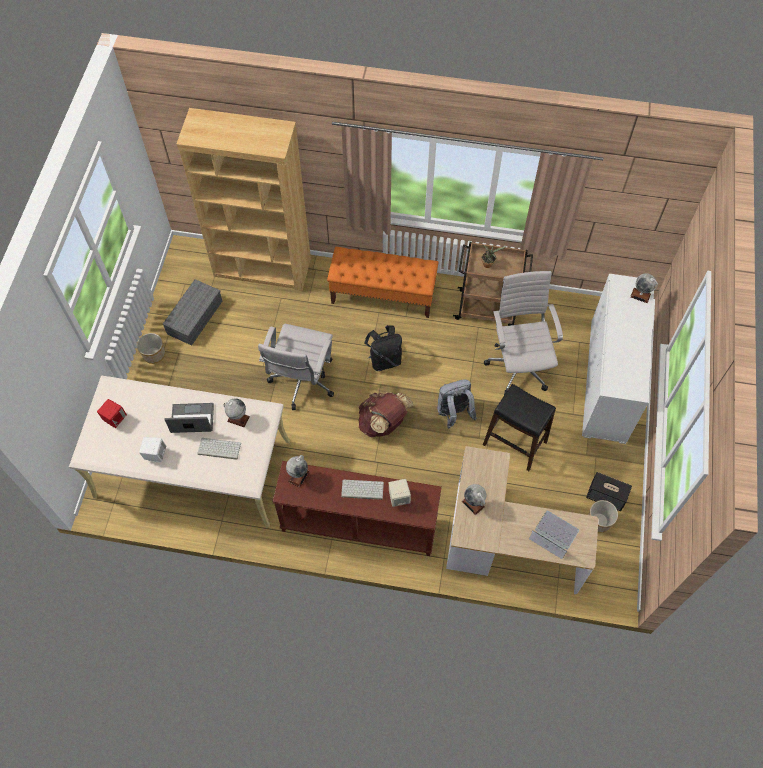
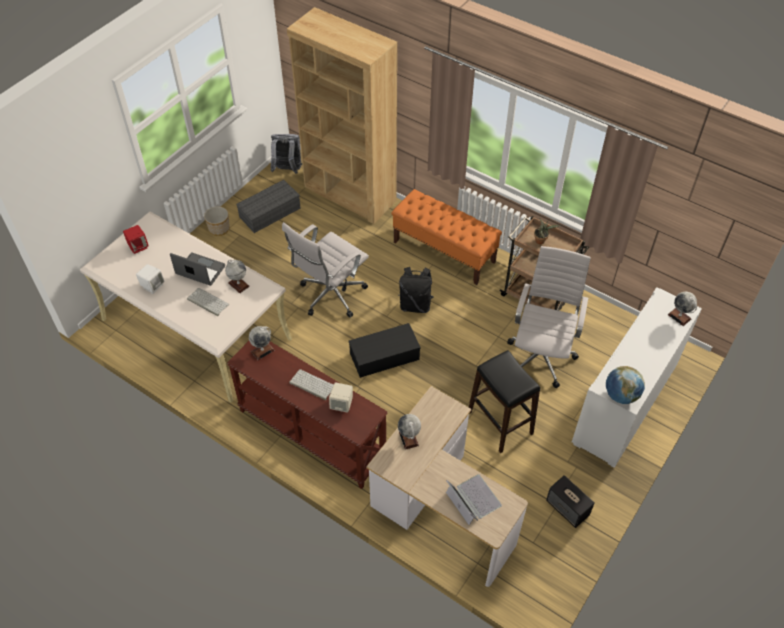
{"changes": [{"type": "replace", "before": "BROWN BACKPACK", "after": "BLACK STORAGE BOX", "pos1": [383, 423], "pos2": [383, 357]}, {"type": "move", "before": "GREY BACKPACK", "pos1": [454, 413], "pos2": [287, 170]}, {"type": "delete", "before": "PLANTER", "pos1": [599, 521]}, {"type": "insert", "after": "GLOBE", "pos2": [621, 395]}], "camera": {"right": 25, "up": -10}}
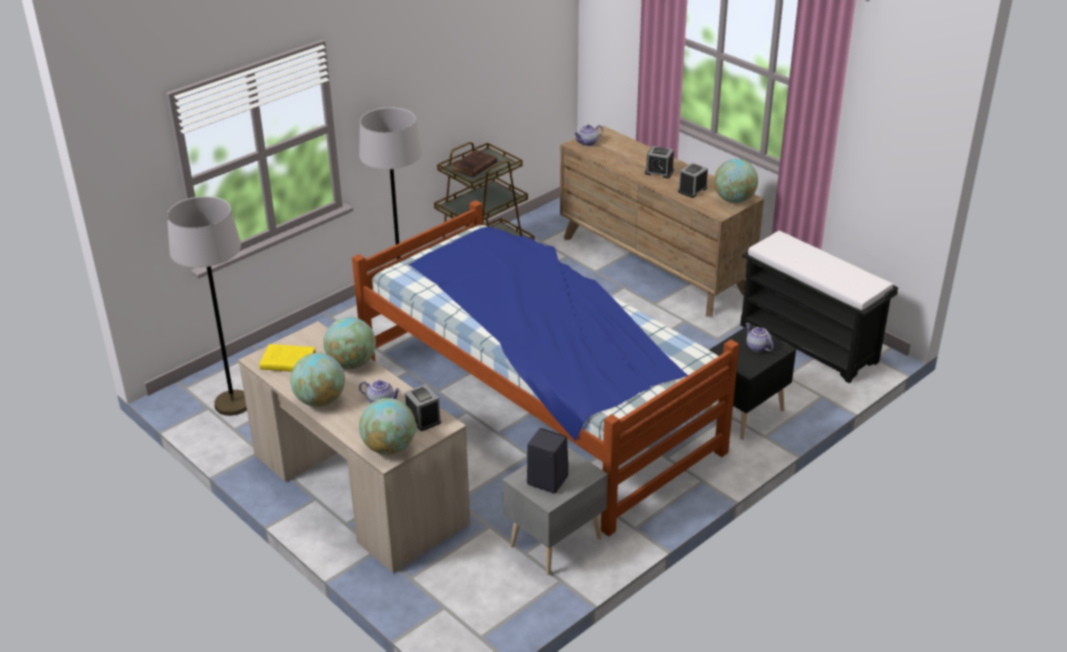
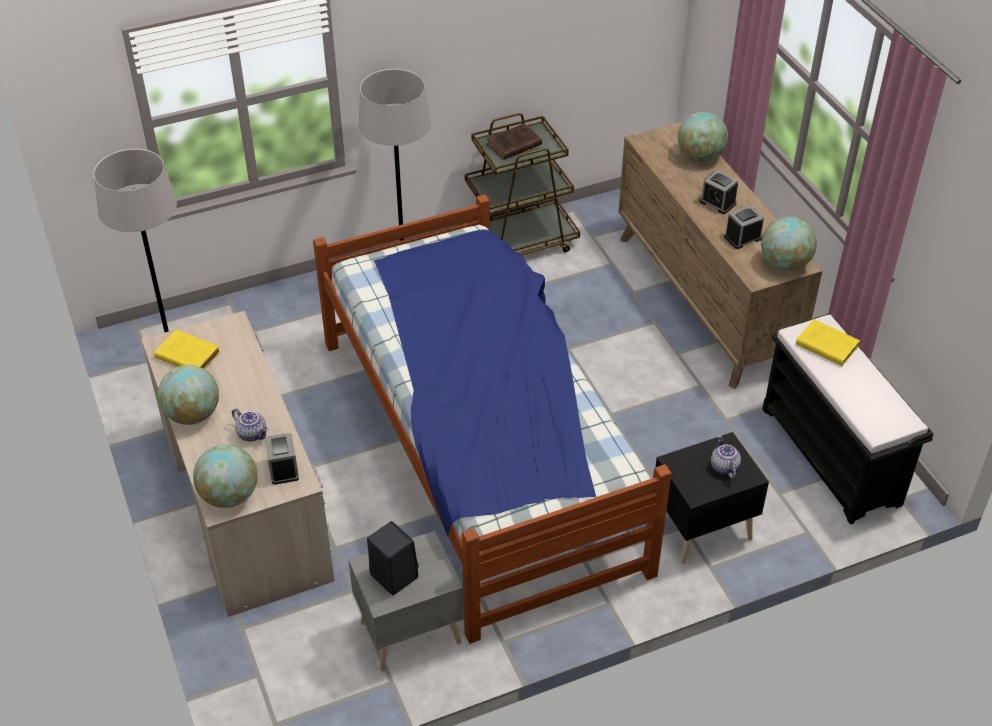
{"changes": [{"type": "move", "before": "GLOBE", "pos1": [352, 363], "pos2": [700, 157]}, {"type": "delete", "before": "TEAPOT", "pos1": [588, 143]}, {"type": "insert", "after": "YELLOW BOOK", "pos2": [825, 345]}], "camera": {"right": 20, "up": 10}}
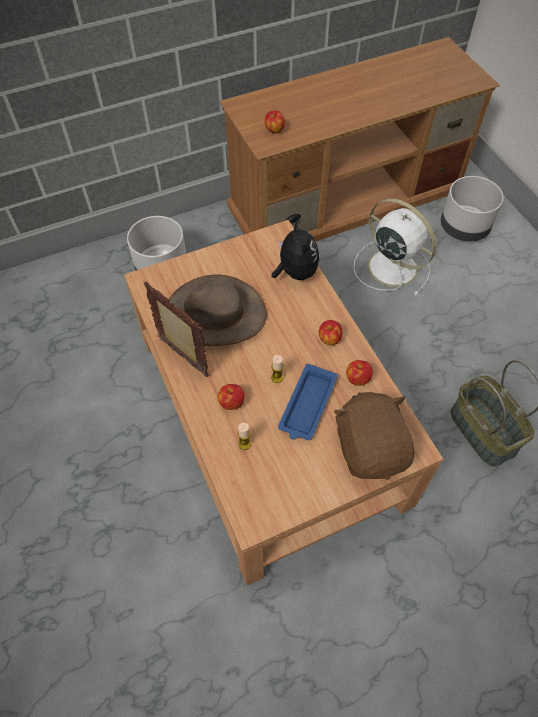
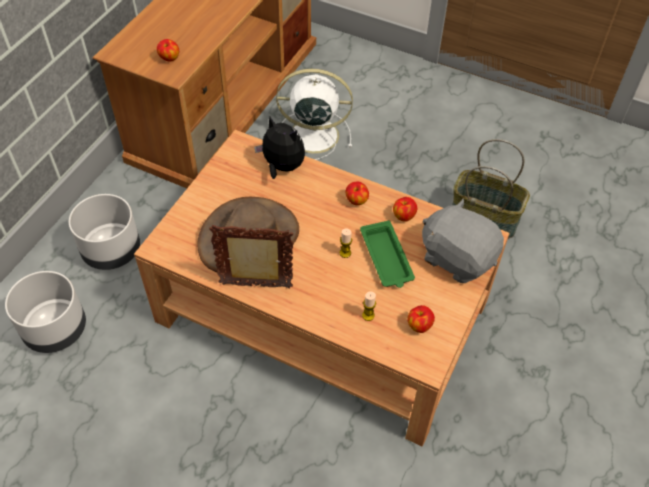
{"changes": [{"type": "move", "before": "APPLE", "pos1": [231, 402], "pos2": [419, 325]}, {"type": "recolor", "before": "BLUE TRAY", "after": "GREEN TRAY", "pos1": [307, 406], "pos2": [386, 258]}, {"type": "recolor", "before": "BROWN PLUSH TOY", "after": "GREY PLUSH TOY", "pos1": [370, 448], "pos2": [457, 257]}, {"type": "move", "before": "GREY PLANTER", "pos1": [463, 228], "pos2": [55, 329]}], "camera": {"right": -40, "up": -5}}
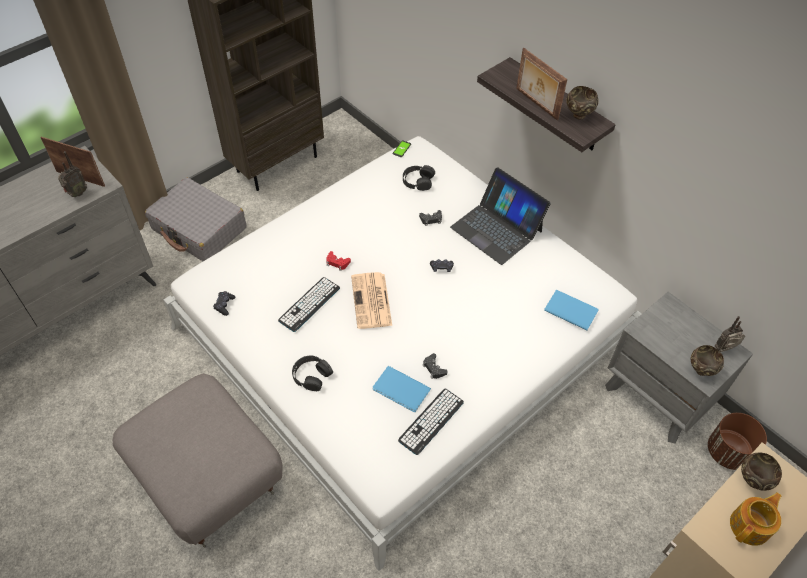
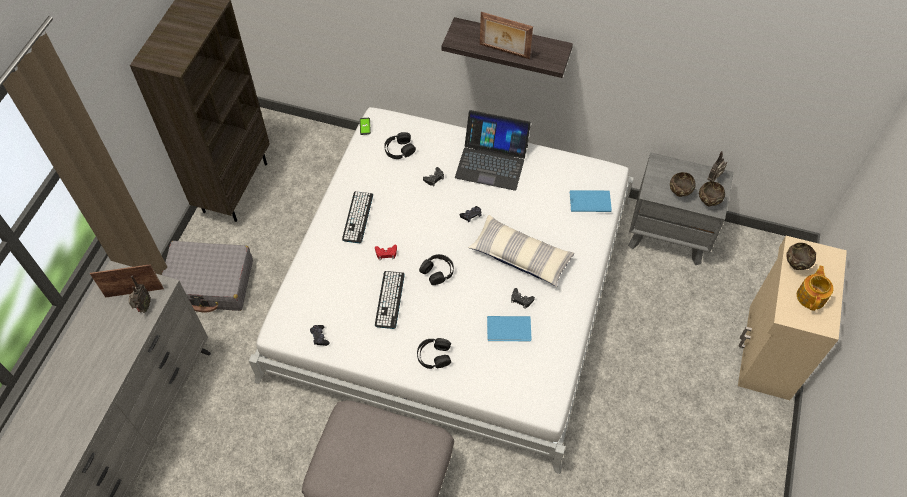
{"changes": [{"type": "replace", "before": "NEWSPAPER", "after": "BLACK HEADPHONES", "pos1": [372, 301], "pos2": [437, 271]}, {"type": "move", "before": "KEYBOARD", "pos1": [431, 421], "pos2": [358, 217]}, {"type": "move", "before": "BROWN BOWL", "pos1": [578, 115], "pos2": [679, 193]}, {"type": "delete", "before": "BROWN PLANTER", "pos1": [728, 452]}, {"type": "insert", "after": "PILLOW", "pos2": [520, 256]}], "camera": {"right": -30, "up": 5}}
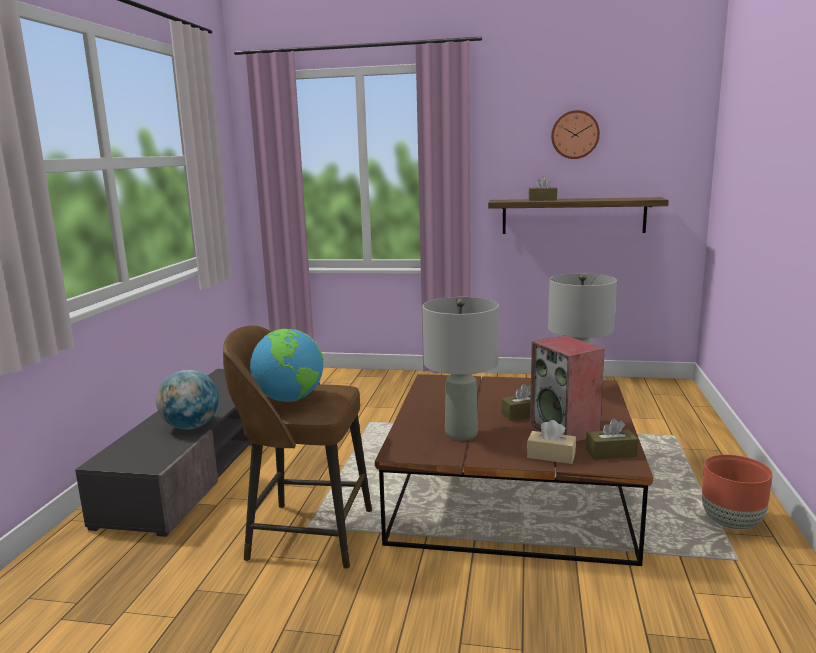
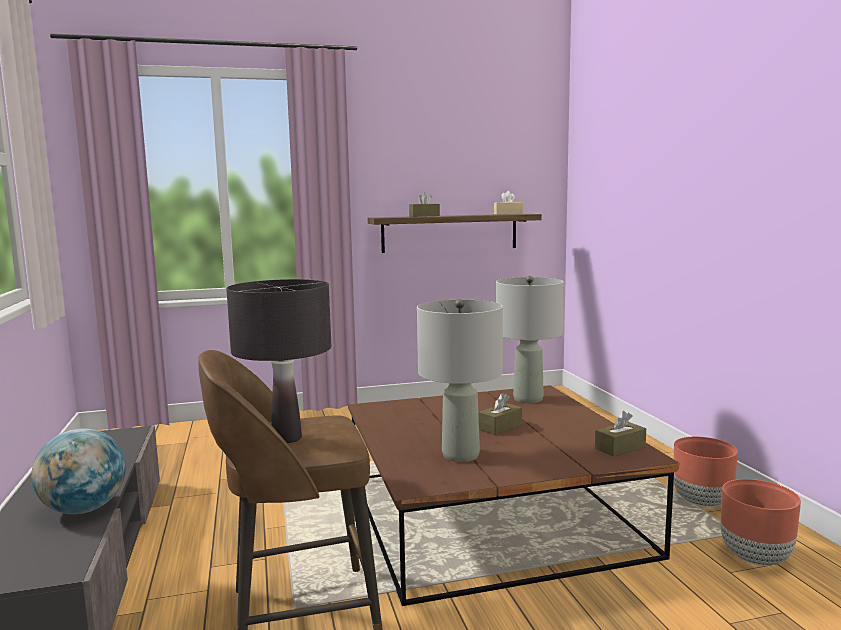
{"changes": [{"type": "replace", "before": "GLOBE", "after": "BLACK TABLE LAMP", "pos1": [290, 399], "pos2": [287, 438]}, {"type": "move", "before": "BEIGE TISSUE BOX", "pos1": [551, 456], "pos2": [508, 214]}, {"type": "delete", "before": "SPEAKER", "pos1": [565, 430]}, {"type": "delete", "before": "WALL CLOCK", "pos1": [575, 134]}, {"type": "insert", "after": "BROWN PLANTER", "pos2": [755, 557]}], "camera": {"right": -25, "up": -5}}
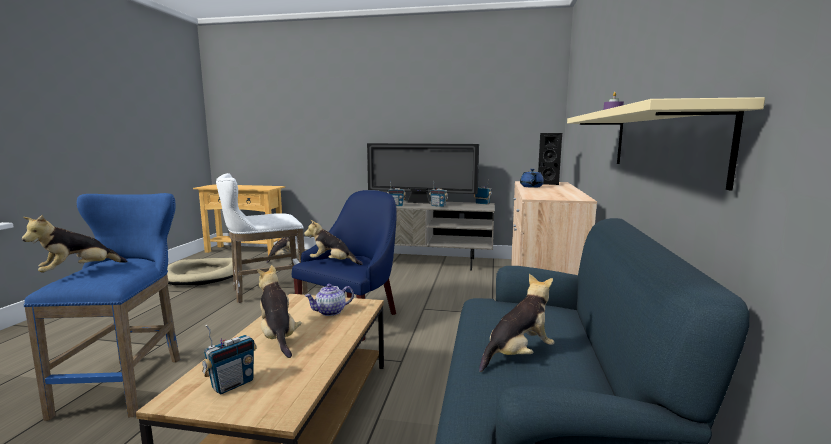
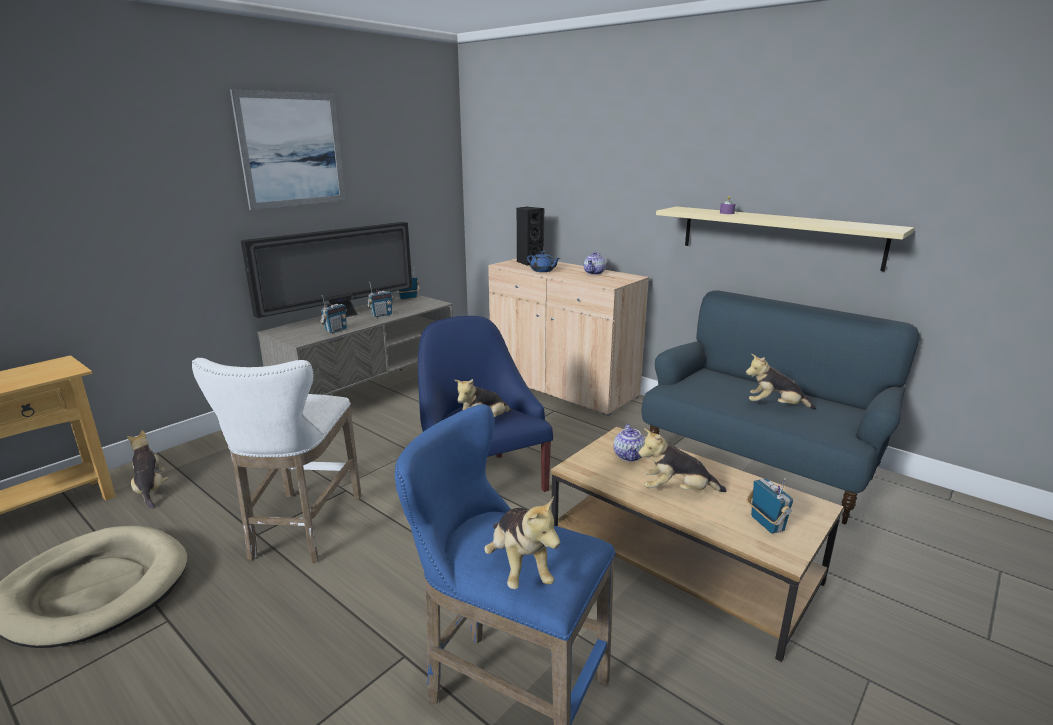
{"changes": [{"type": "rotate", "before": "PLUSH TOY", "pos1": [518, 355], "pos2": [775, 406], "turn": -75}, {"type": "insert", "after": "PICTURE", "pos2": [292, 150]}, {"type": "insert", "after": "TEAPOT", "pos2": [594, 273]}], "camera": {"right": -60, "up": 10}}
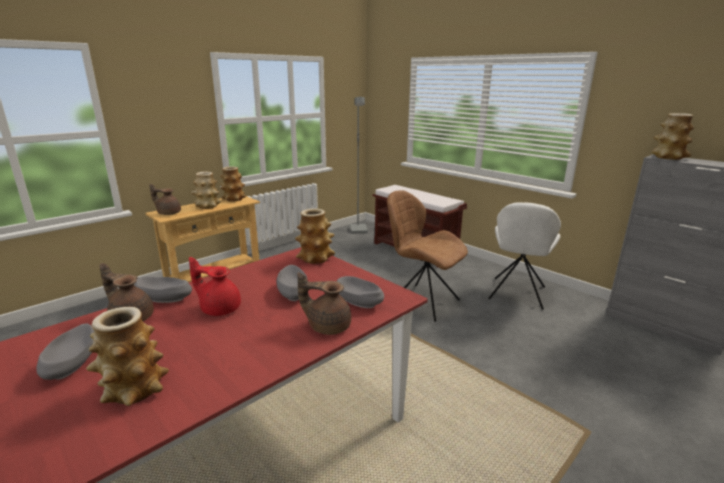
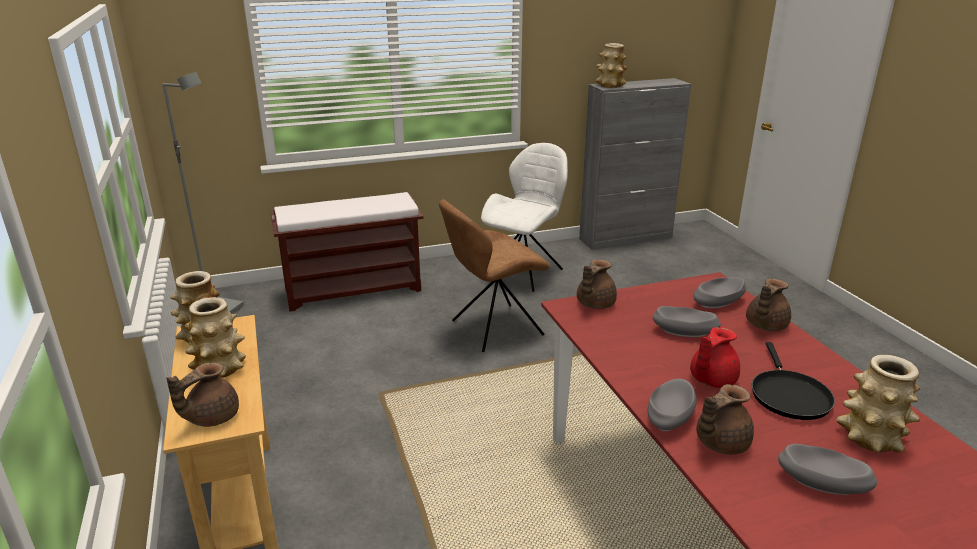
{"changes": [{"type": "replace", "before": "VASE", "after": "BROWN TEAPOT", "pos1": [315, 258], "pos2": [594, 304]}, {"type": "rotate", "before": "WHITE CHAIR", "pos1": [516, 294], "pos2": [524, 272], "turn": -105}, {"type": "insert", "after": "BLACK FRYING PAN", "pos2": [788, 395]}], "camera": {"right": -65, "up": 5}}
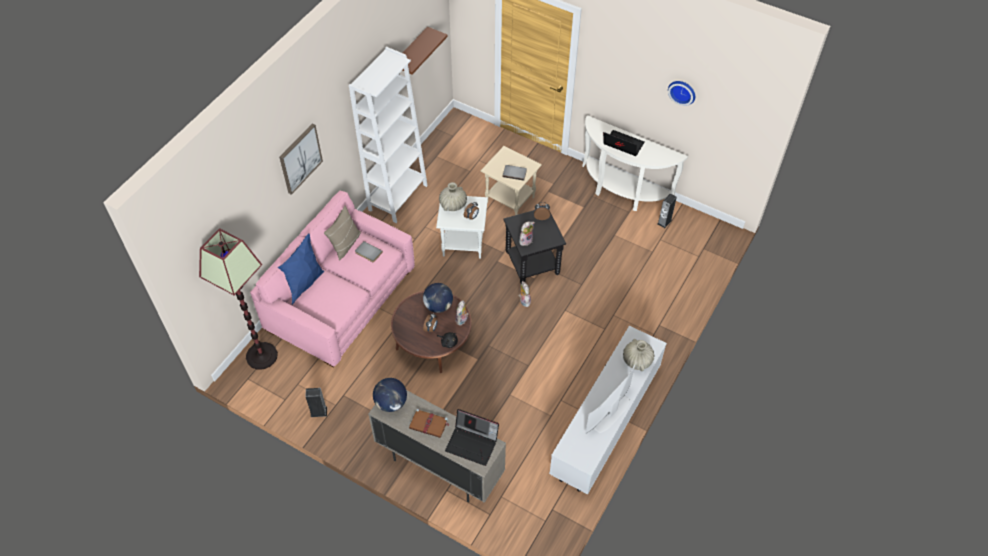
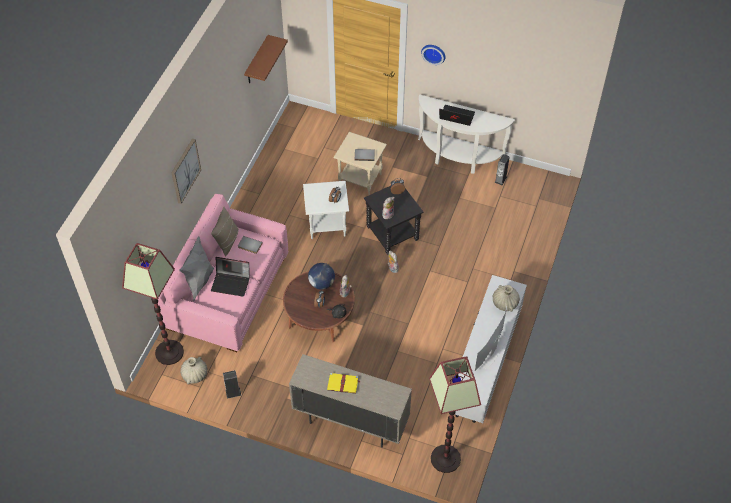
{"changes": [{"type": "recolor", "before": "BLUE PILLOW", "after": "GREY PILLOW", "pos1": [305, 283], "pos2": [199, 281]}, {"type": "delete", "before": "WHITE BOOKCASE", "pos1": [398, 197]}, {"type": "delete", "before": "GLOBE", "pos1": [391, 403]}, {"type": "recolor", "before": "BROWN BOOK", "after": "YELLOW BOOK", "pos1": [429, 424], "pos2": [343, 384]}, {"type": "move", "before": "BEIGE VASE", "pos1": [453, 205], "pos2": [195, 375]}, {"type": "move", "before": "LAPTOP", "pos1": [472, 443], "pos2": [231, 282]}, {"type": "move", "before": "WALL CLOCK", "pos1": [682, 91], "pos2": [434, 53]}, {"type": "insert", "after": "FLOOR LAMP", "pos2": [445, 458]}], "camera": {"right": -10, "up": 0}}
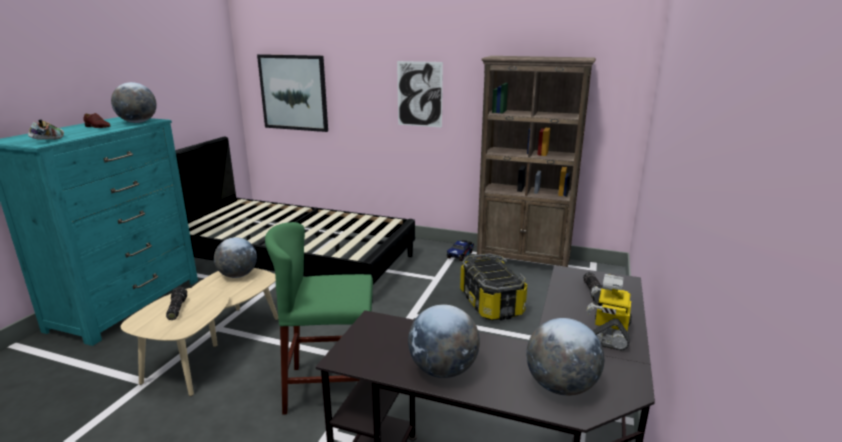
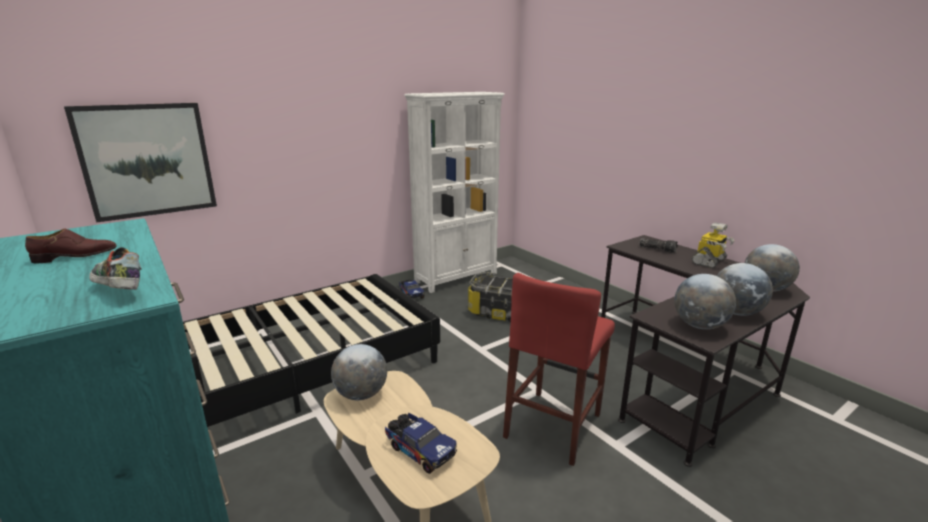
{"changes": [{"type": "move", "before": "GLOBE", "pos1": [138, 122], "pos2": [699, 326]}, {"type": "replace", "before": "FLASHLIGHT", "after": "TOY TRUCK", "pos1": [176, 309], "pos2": [419, 450]}, {"type": "recolor", "before": "GREEN STOOL", "after": "RED STOOL", "pos1": [330, 387], "pos2": [553, 425]}, {"type": "delete", "before": "PICTURE", "pos1": [419, 94]}, {"type": "recolor", "before": "BROWN BOOKCASE", "after": "WHITE BOOKCASE", "pos1": [523, 260], "pos2": [457, 278]}, {"type": "rotate", "before": "TOY ROBOT", "pos1": [609, 333], "pos2": [709, 261], "turn": -105}], "camera": {"right": -55, "up": 0}}
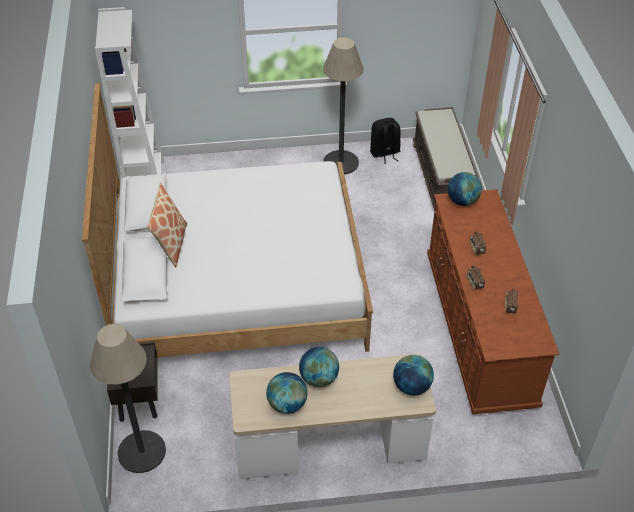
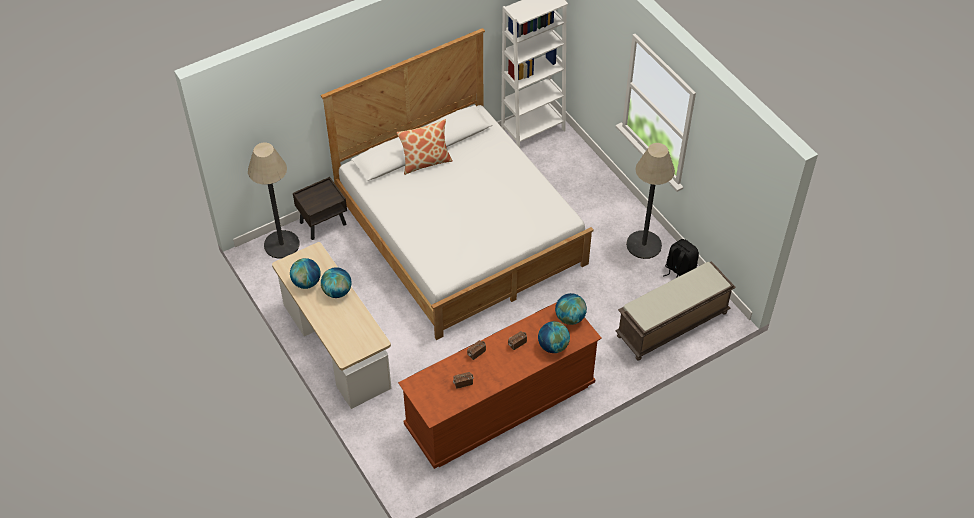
{"changes": [{"type": "move", "before": "GLOBE", "pos1": [411, 386], "pos2": [553, 346]}], "camera": {"right": 65, "up": 5}}
